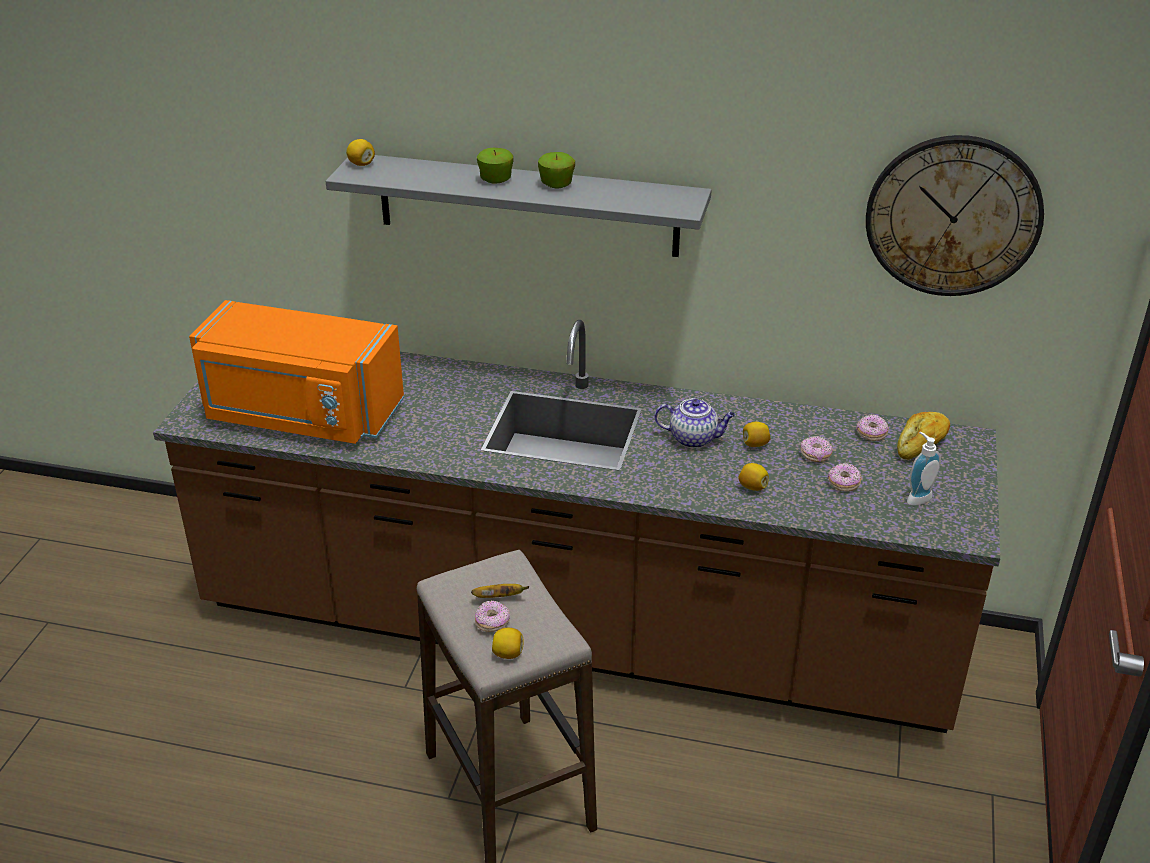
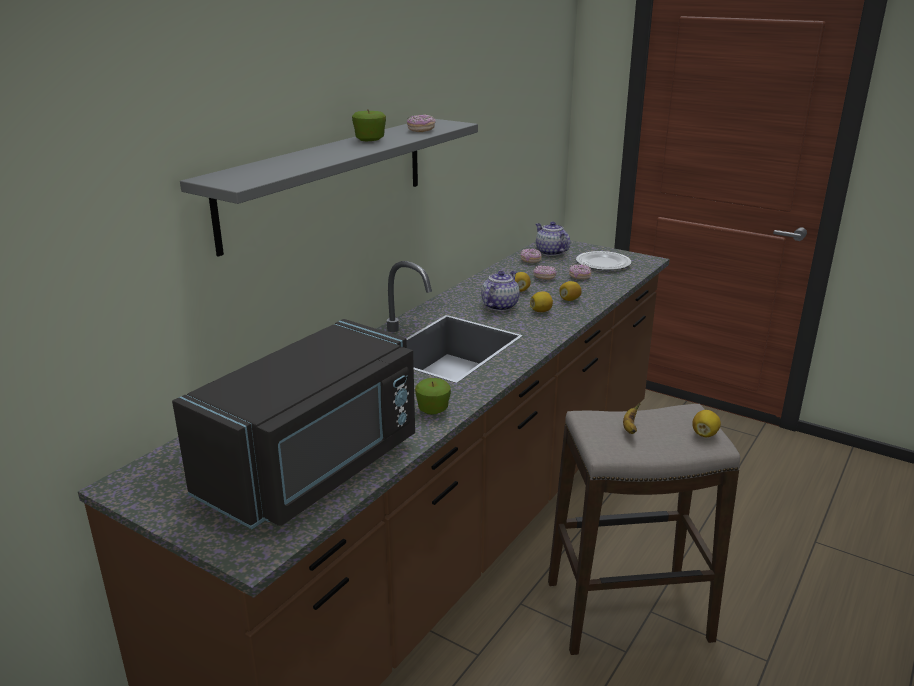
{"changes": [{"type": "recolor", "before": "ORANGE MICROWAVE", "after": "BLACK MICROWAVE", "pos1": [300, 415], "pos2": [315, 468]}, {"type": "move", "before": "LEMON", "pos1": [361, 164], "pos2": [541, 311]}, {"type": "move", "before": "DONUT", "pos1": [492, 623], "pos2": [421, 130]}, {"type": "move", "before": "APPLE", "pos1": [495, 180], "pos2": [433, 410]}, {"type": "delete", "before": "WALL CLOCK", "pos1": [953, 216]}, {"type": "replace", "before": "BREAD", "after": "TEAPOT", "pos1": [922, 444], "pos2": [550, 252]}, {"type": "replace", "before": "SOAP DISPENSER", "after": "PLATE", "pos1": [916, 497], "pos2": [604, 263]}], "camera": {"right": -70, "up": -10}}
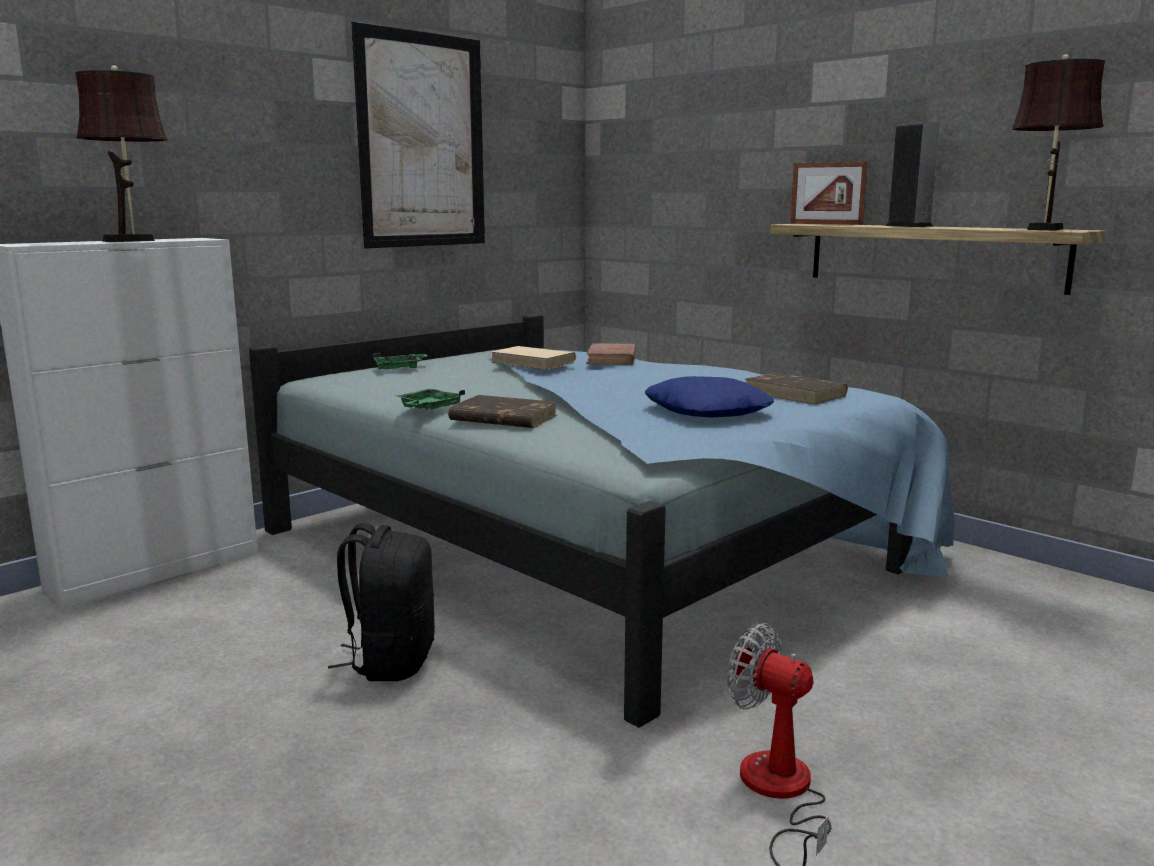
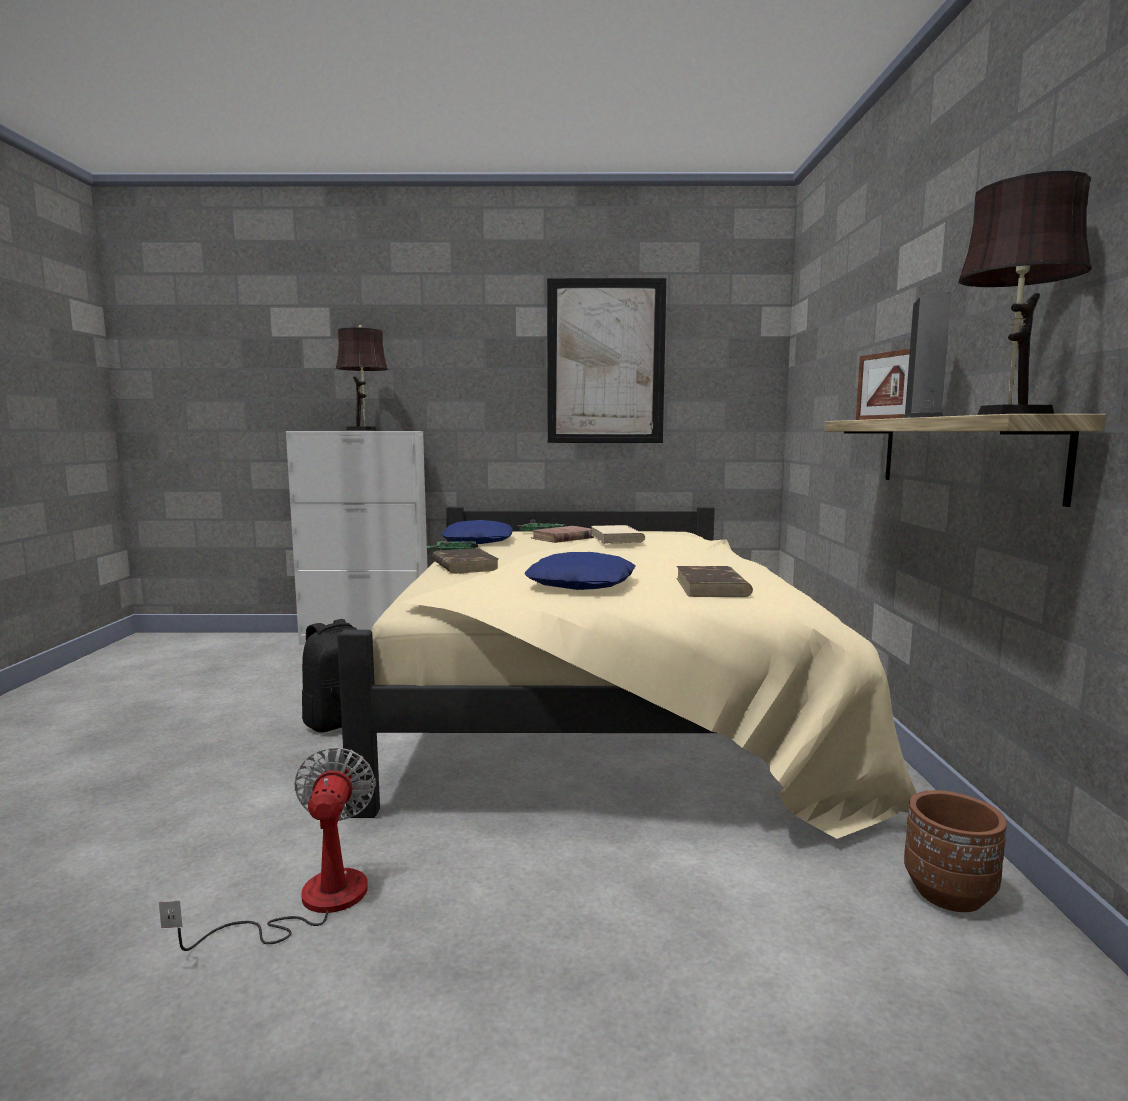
{"changes": [{"type": "recolor", "before": "BLUE BED", "after": "BEIGE BED", "pos1": [595, 548], "pos2": [600, 703]}, {"type": "move", "before": "BROWN BOOK", "pos1": [611, 359], "pos2": [563, 538]}, {"type": "insert", "after": "BLUE PILLOW", "pos2": [479, 541]}, {"type": "insert", "after": "BROWN PLANTER", "pos2": [949, 893]}], "camera": {"right": 45, "up": -5}}
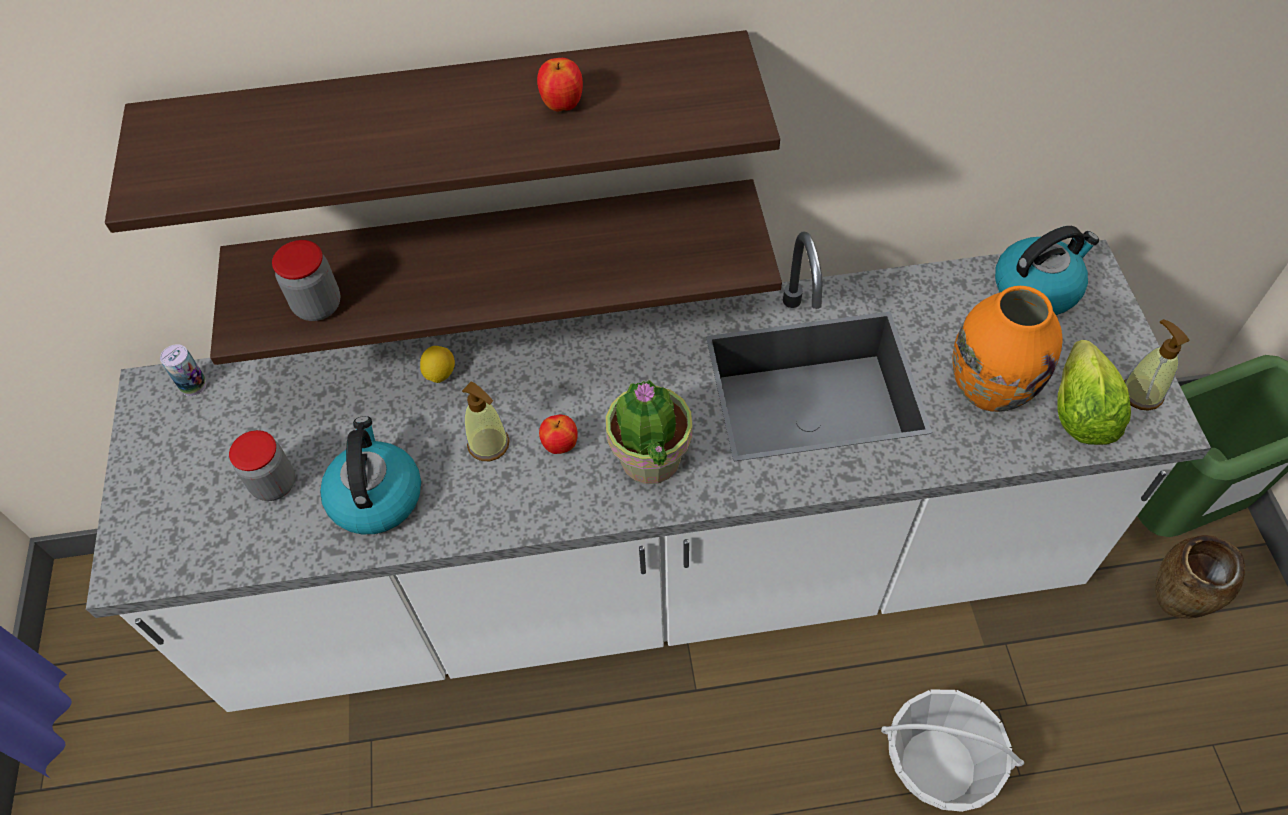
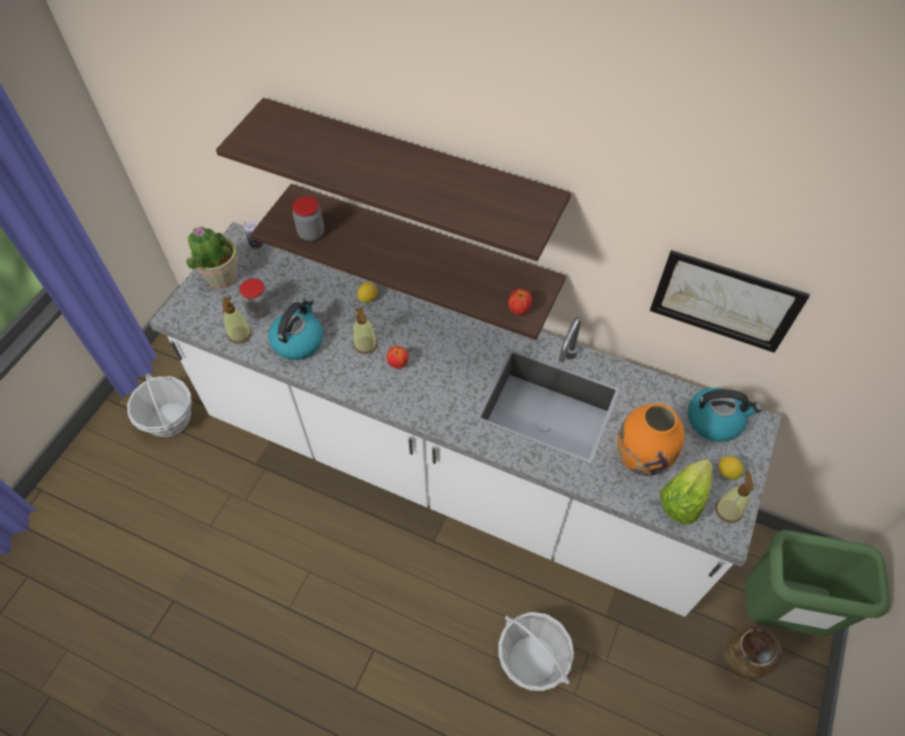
{"changes": [{"type": "move", "before": "APPLE", "pos1": [562, 105], "pos2": [519, 310]}, {"type": "move", "before": "POTTED PLANT", "pos1": [649, 459], "pos2": [221, 277]}, {"type": "insert", "after": "BASKET", "pos2": [169, 420]}, {"type": "insert", "after": "SOAP DISPENSER", "pos2": [240, 334]}, {"type": "insert", "after": "PICTURE", "pos2": [724, 301]}, {"type": "insert", "after": "LEMON", "pos2": [727, 472]}], "camera": {"right": 30, "up": 0}}
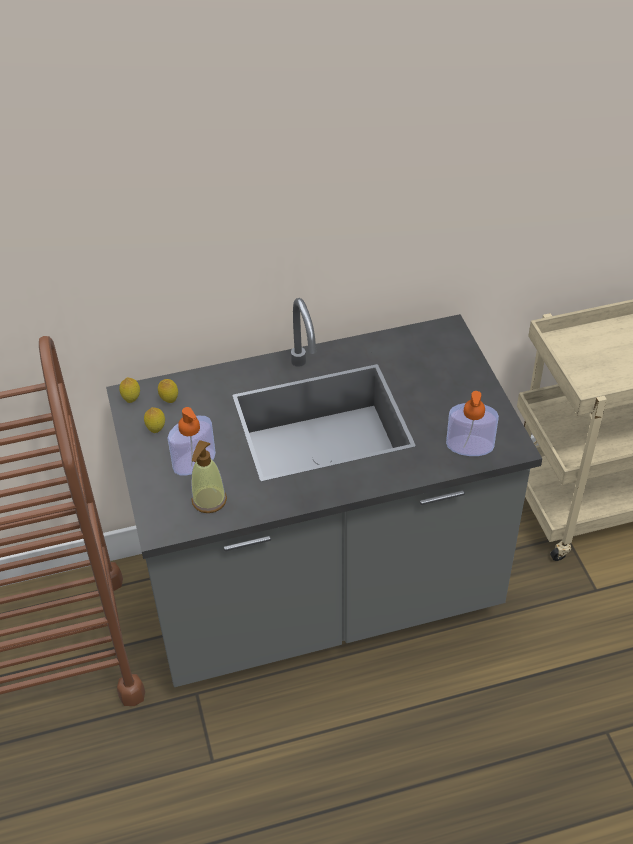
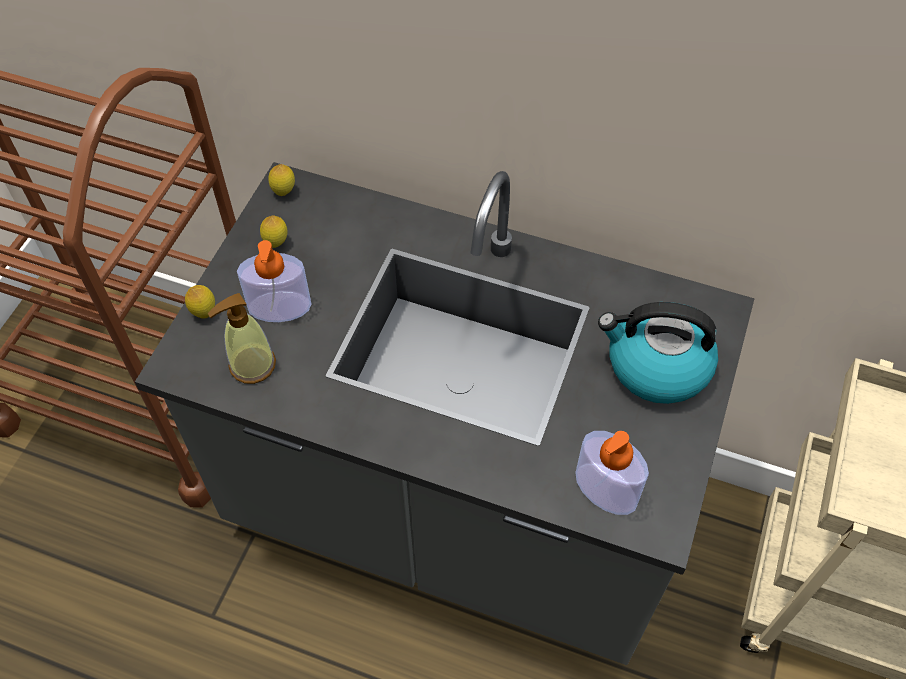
{"changes": [{"type": "move", "before": "LEMON", "pos1": [169, 400], "pos2": [204, 313]}, {"type": "insert", "after": "KETTLE", "pos2": [656, 366]}], "camera": {"right": 35, "up": 10}}
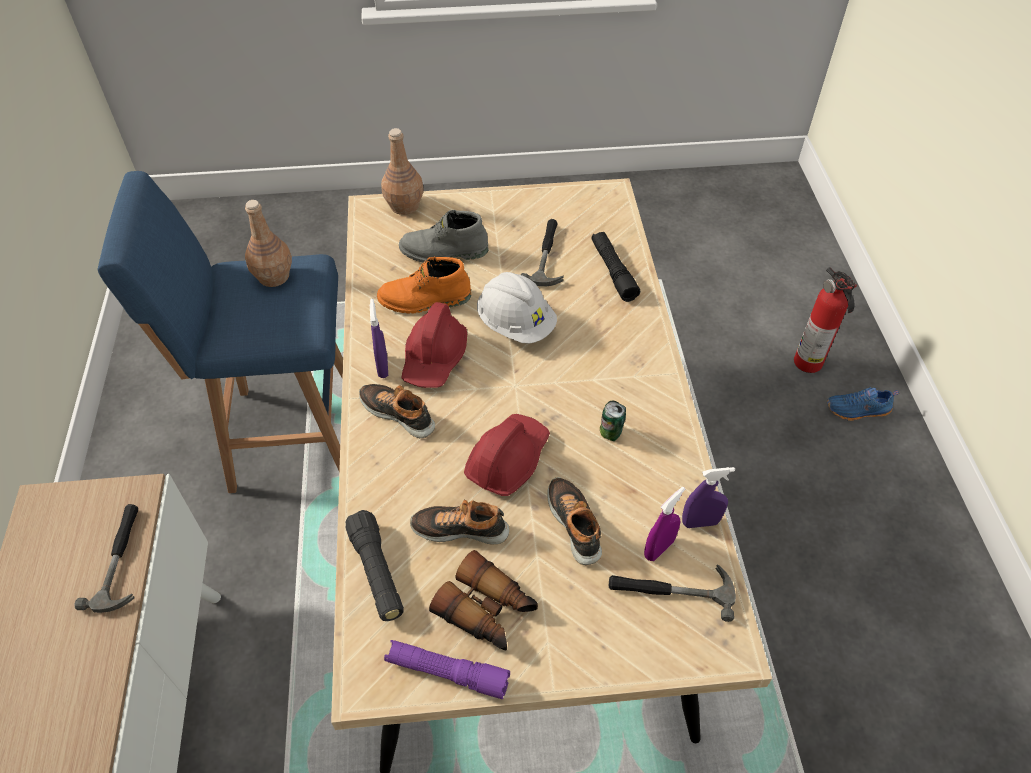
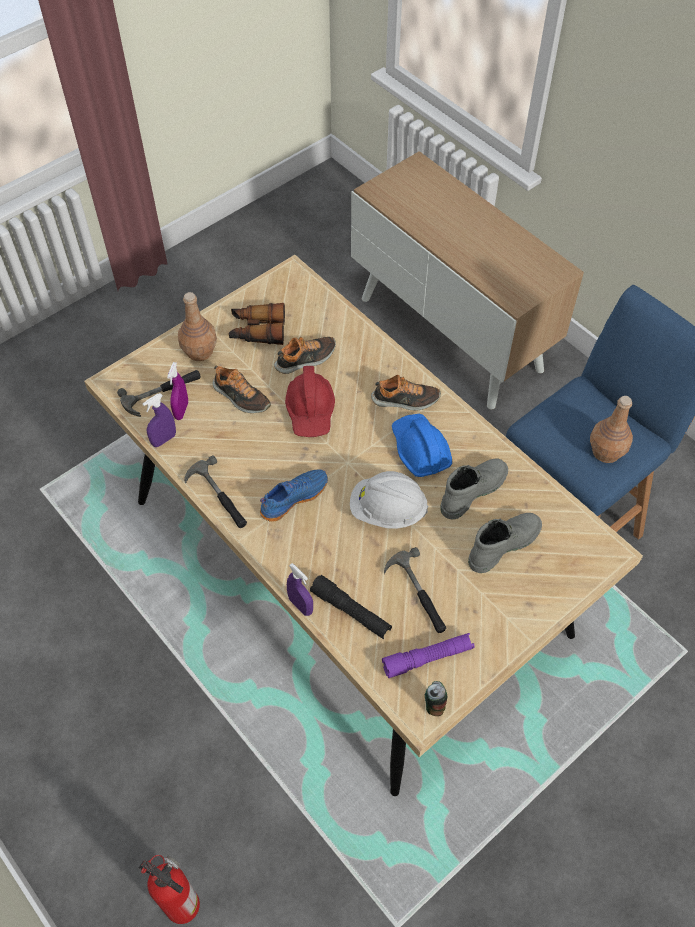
{"changes": [{"type": "move", "before": "HAMMER", "pos1": [121, 559], "pos2": [218, 497]}, {"type": "delete", "before": "BLACK FLASHLIGHT", "pos1": [377, 572]}, {"type": "move", "before": "PURPLE SPRAY BOTTLE", "pos1": [382, 367], "pos2": [300, 605]}, {"type": "recolor", "before": "ORANGE BOOT", "after": "GREY BOOT", "pos1": [424, 301], "pos2": [472, 490]}, {"type": "move", "before": "BROWN BOTTLE", "pos1": [404, 206], "pos2": [199, 351]}, {"type": "move", "before": "PURPLE FLASHLIGHT", "pos1": [447, 672], "pos2": [427, 658]}, {"type": "recolor", "before": "RED HARD HAT", "after": "BLUE HARD HAT", "pos1": [434, 358], "pos2": [420, 450]}, {"type": "move", "before": "CAN", "pos1": [610, 434], "pos2": [434, 705]}, {"type": "move", "before": "BLUE SHOE", "pos1": [857, 411], "pos2": [293, 497]}], "camera": {"right": 145, "up": 5}}
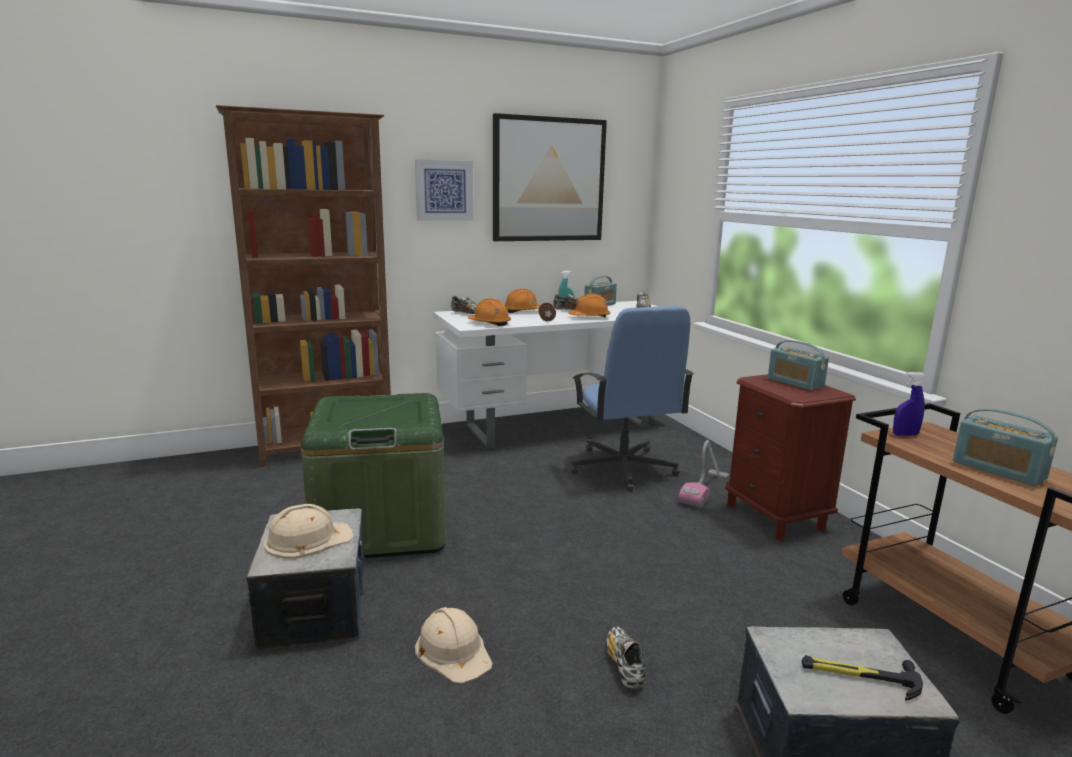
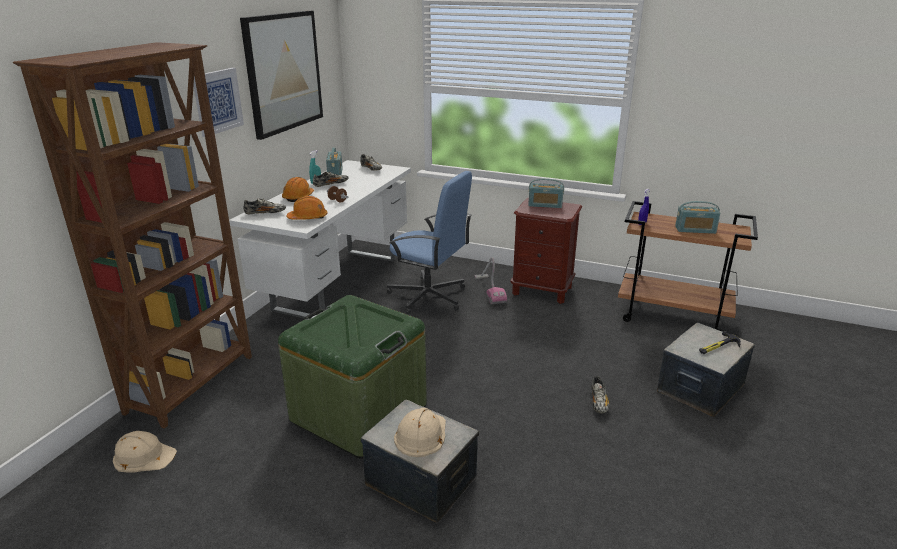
{"changes": [{"type": "move", "before": "BEIGE HARD HAT", "pos1": [453, 651], "pos2": [143, 456]}, {"type": "delete", "before": "ORANGE HARD HAT", "pos1": [589, 317]}, {"type": "rotate", "before": "SHOE", "pos1": [624, 664], "pos2": [598, 403], "turn": -120}], "camera": {"right": -45, "up": 10}}
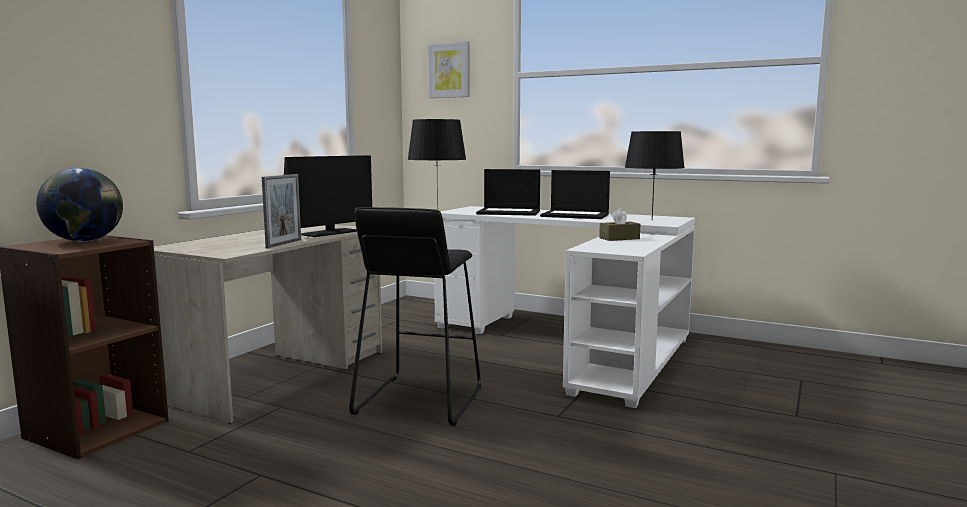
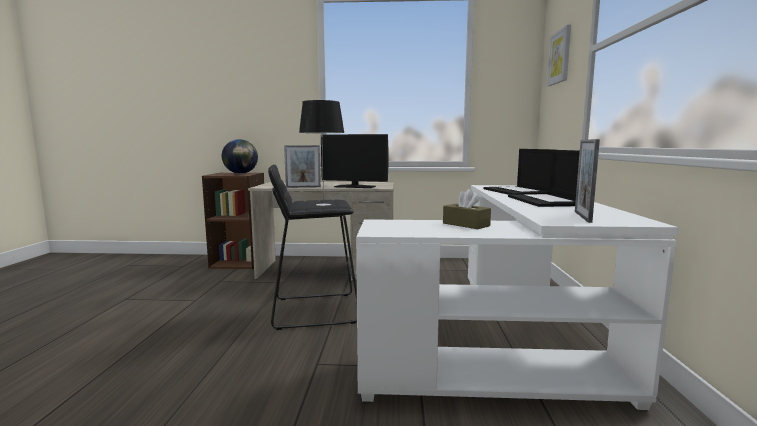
{"changes": [{"type": "replace", "before": "BLACK TABLE LAMP", "after": "PICTURE FRAME", "pos1": [652, 220], "pos2": [582, 216]}], "camera": {"right": 65, "up": 0}}
